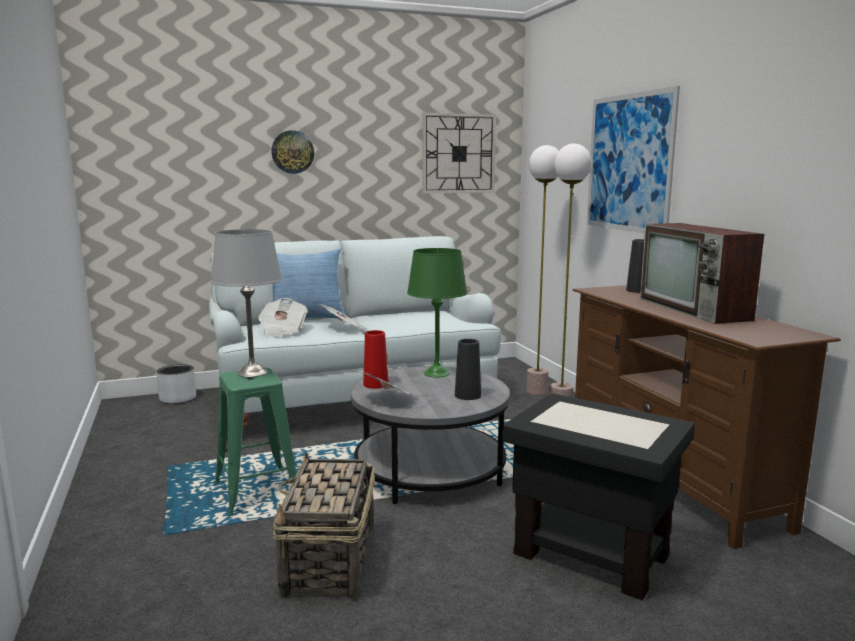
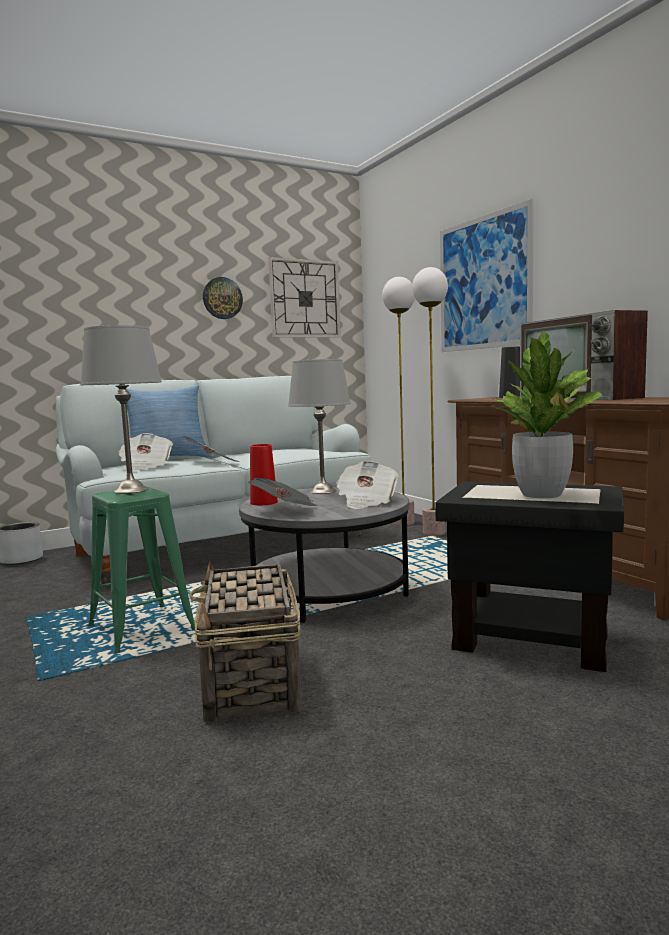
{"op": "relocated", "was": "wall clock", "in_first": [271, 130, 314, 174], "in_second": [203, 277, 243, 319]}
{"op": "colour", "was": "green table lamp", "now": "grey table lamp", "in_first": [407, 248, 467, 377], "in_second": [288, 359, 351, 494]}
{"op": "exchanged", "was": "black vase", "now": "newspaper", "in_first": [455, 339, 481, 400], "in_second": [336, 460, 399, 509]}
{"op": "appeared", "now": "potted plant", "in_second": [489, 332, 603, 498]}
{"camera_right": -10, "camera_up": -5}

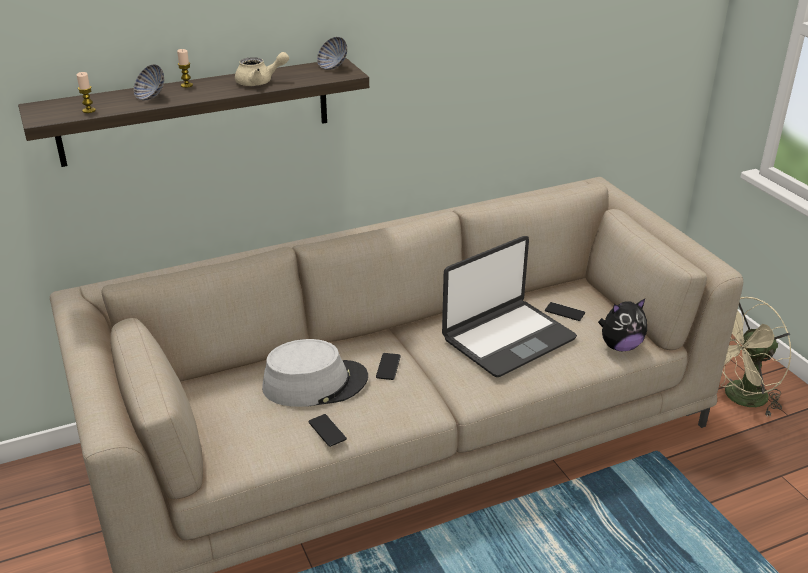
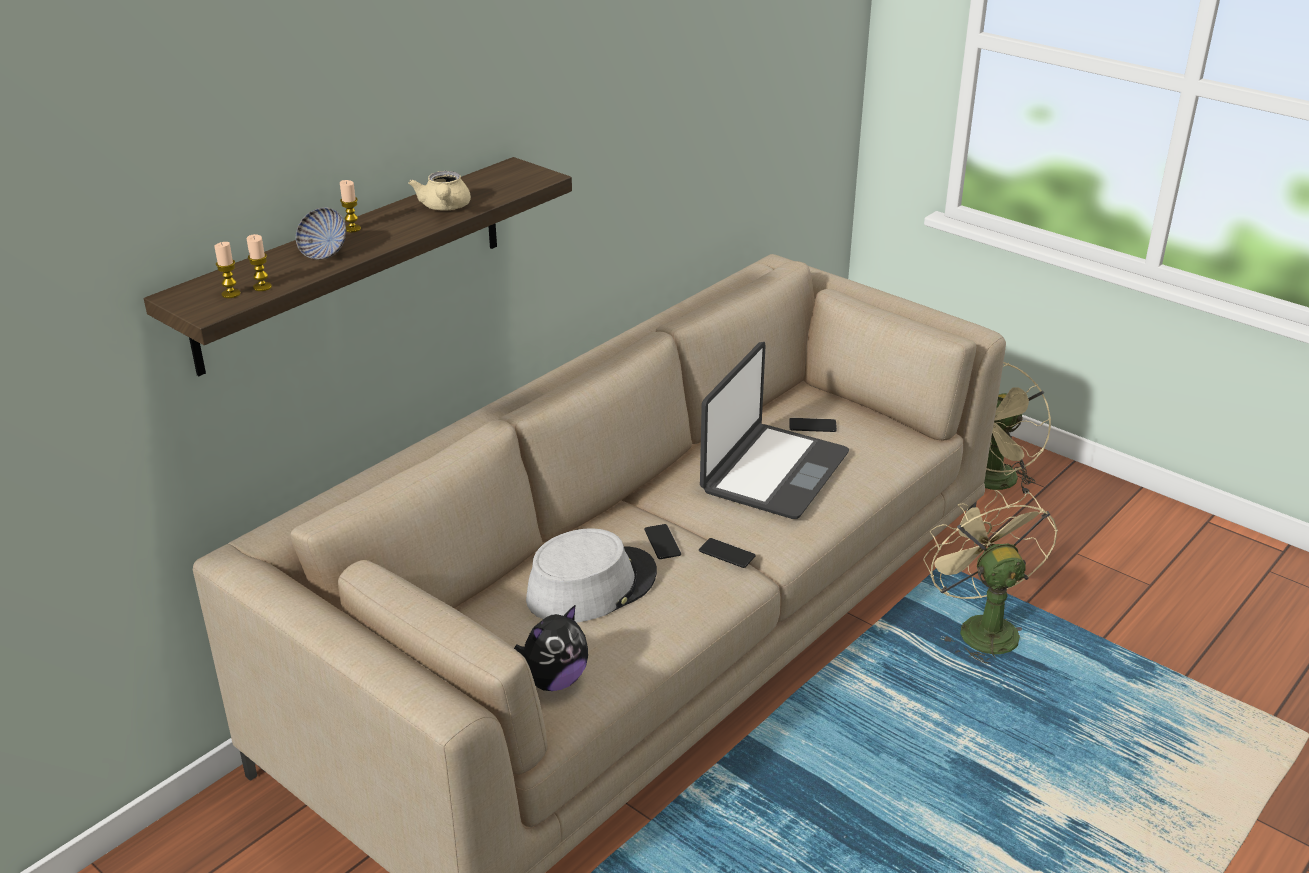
{"op": "appeared", "now": "candle", "in_second": [214, 242, 240, 298]}
{"op": "spun", "was": "beige teapot", "in_first": [235, 52, 289, 86], "in_second": [409, 171, 471, 211], "clockwise": 120}
{"op": "relocated", "was": "plush toy", "in_first": [598, 299, 647, 351], "in_second": [514, 604, 588, 691]}
{"op": "relocated", "was": "phone", "in_first": [308, 414, 347, 447], "in_second": [699, 538, 756, 568]}
{"op": "appeared", "now": "beige fan", "in_second": [923, 490, 1058, 667]}
{"op": "missing", "was": "bowl", "in_first": [317, 37, 347, 70]}
{"camera_right": -25, "camera_up": 0}

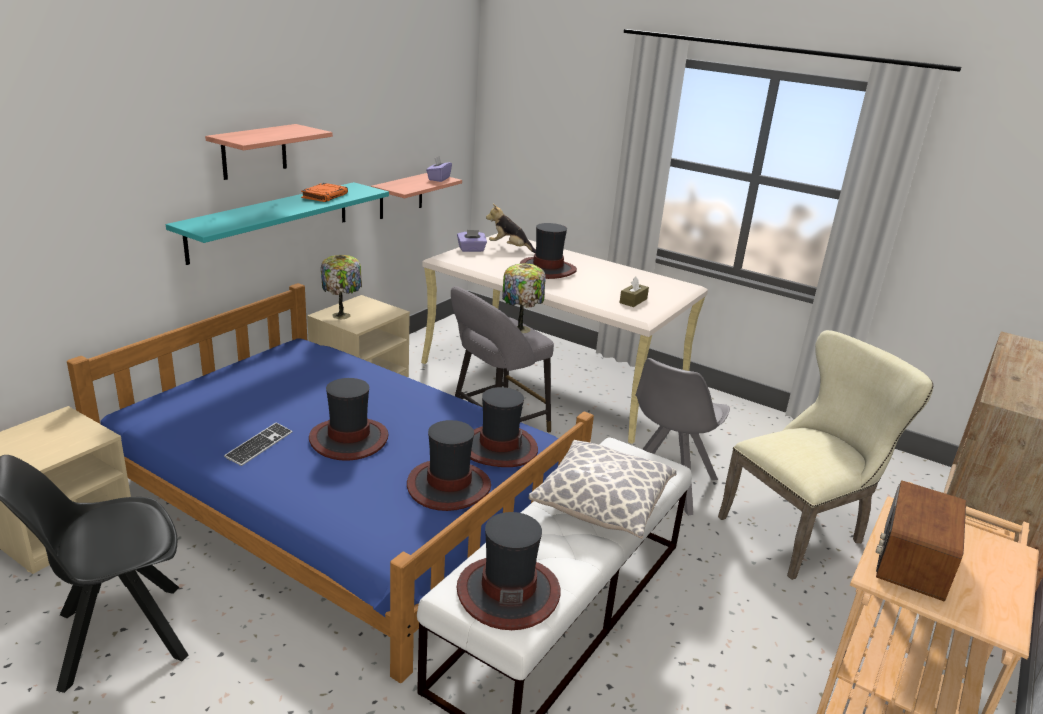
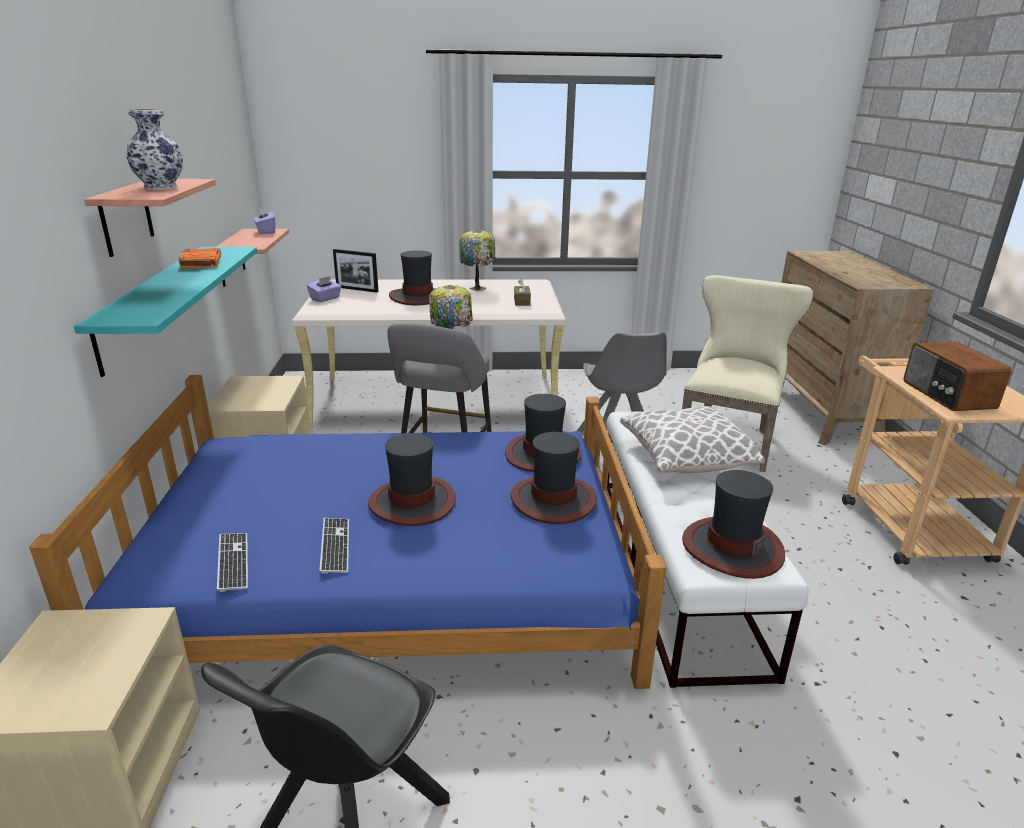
{"op": "appeared", "now": "vase", "in_second": [126, 109, 183, 190]}
{"op": "appeared", "now": "keyboard", "in_second": [217, 533, 248, 592]}
{"op": "exchanged", "was": "plush toy", "now": "picture frame", "in_first": [486, 204, 536, 253], "in_second": [333, 249, 378, 293]}
{"op": "relocated", "was": "table lamp", "in_first": [321, 255, 362, 319], "in_second": [459, 230, 495, 291]}
{"camera_right": -35, "camera_up": 0}

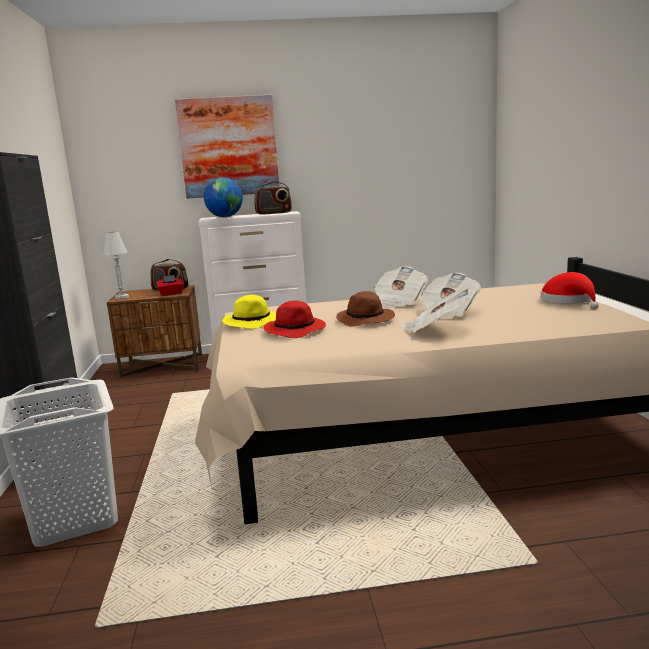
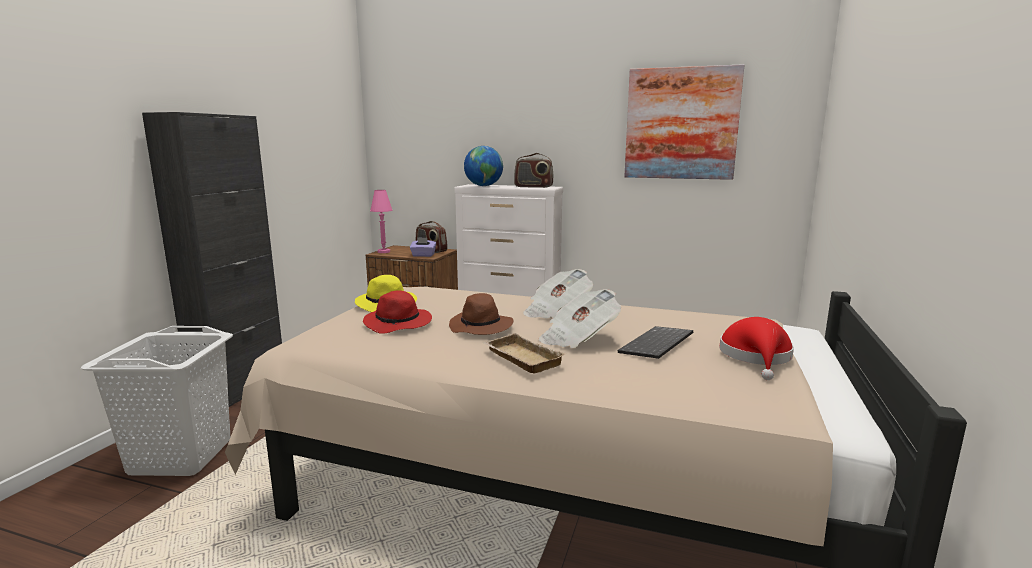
{"op": "colour", "was": "white table lamp", "now": "pink table lamp", "in_first": [103, 232, 129, 299], "in_second": [370, 190, 393, 253]}
{"op": "colour", "was": "red tissue box", "now": "purple tissue box", "in_first": [156, 275, 184, 296], "in_second": [410, 237, 436, 257]}
{"op": "exchanged", "was": "newspaper", "now": "beige tray", "in_first": [401, 289, 472, 333], "in_second": [483, 333, 566, 374]}
{"op": "appeared", "now": "keyboard", "in_second": [618, 326, 693, 359]}
{"op": "relocated", "was": "picture", "in_first": [175, 94, 279, 198], "in_second": [624, 64, 744, 180]}
{"camera_right": 25, "camera_up": 0}

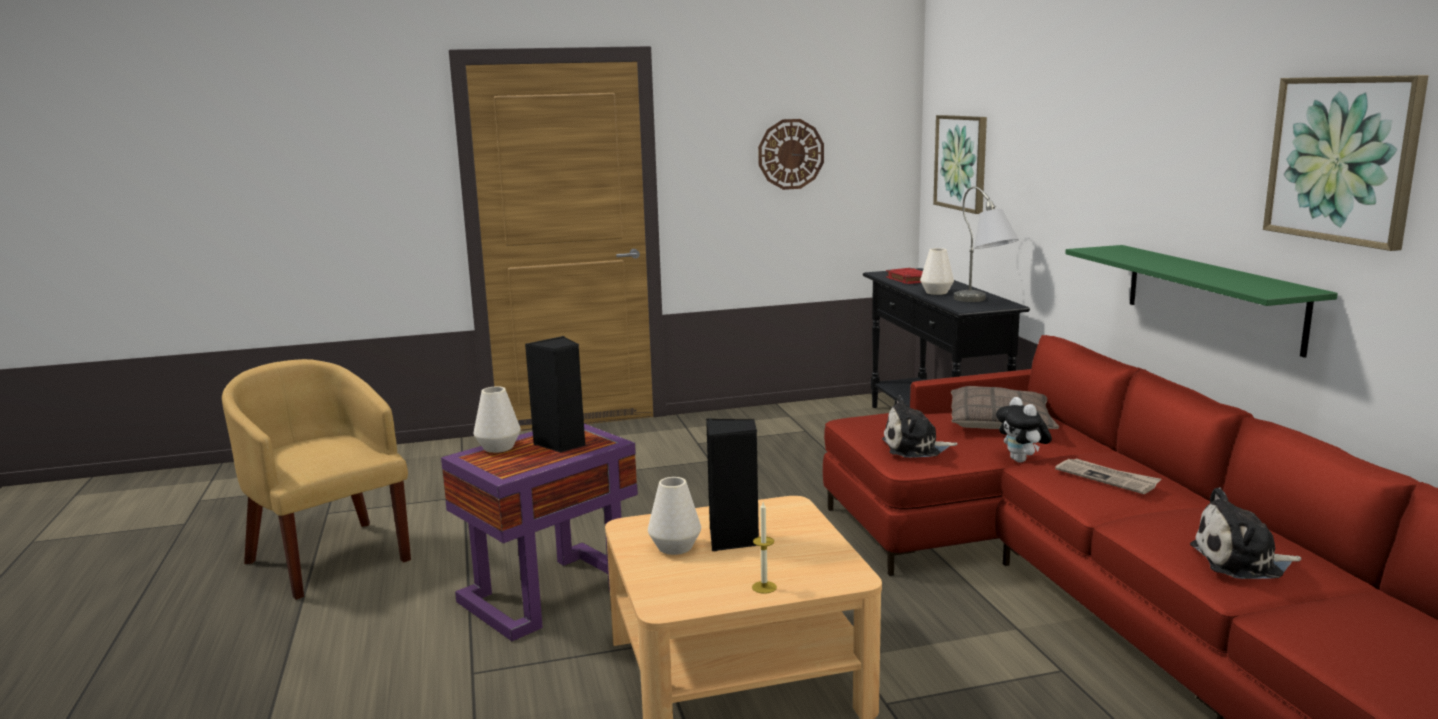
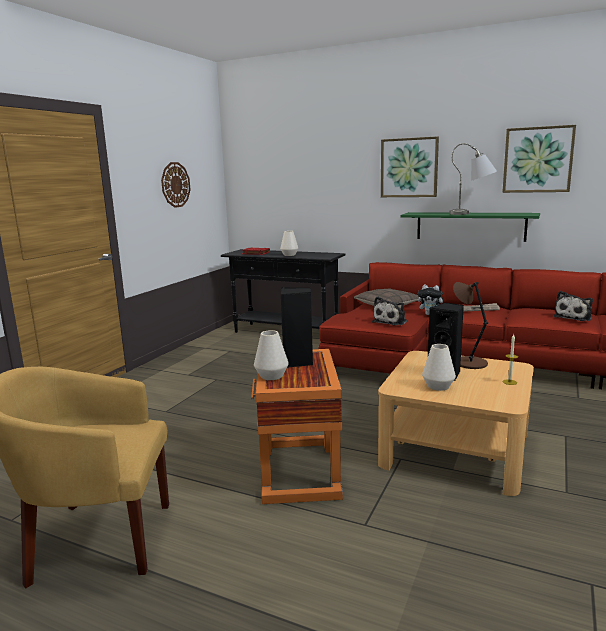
{"op": "colour", "was": "purple side table", "now": "orange side table", "in_first": [441, 423, 638, 641], "in_second": [251, 349, 343, 504]}
{"op": "relocated", "was": "picture", "in_first": [933, 115, 987, 214], "in_second": [381, 136, 439, 197]}
{"op": "relocated", "was": "grey table lamp", "in_first": [954, 186, 1019, 302], "in_second": [449, 143, 497, 215]}
{"op": "appeared", "now": "brown table lamp", "in_second": [453, 282, 488, 369]}
{"camera_right": -50, "camera_up": 0}

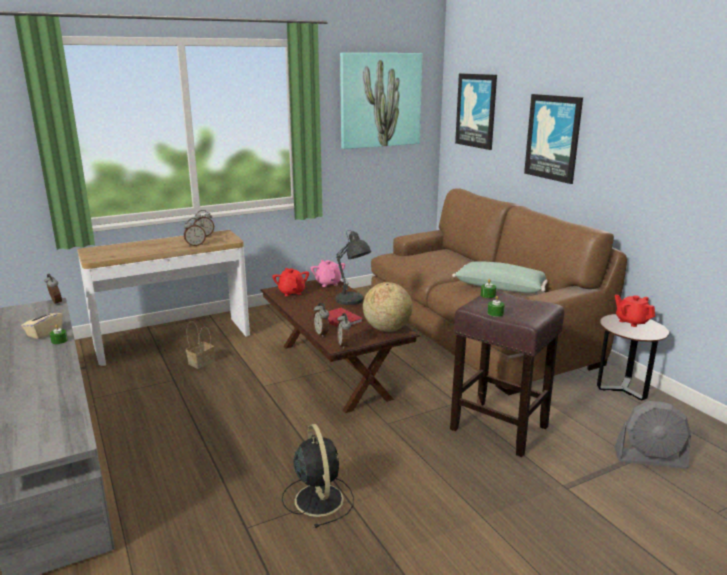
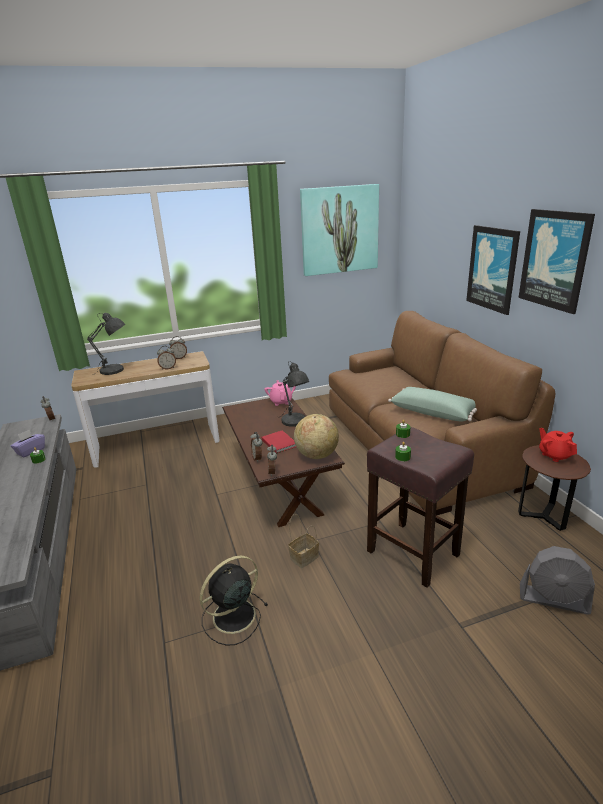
{"op": "colour", "was": "beige tissue box", "now": "purple tissue box", "in_first": [21, 306, 63, 339], "in_second": [10, 429, 45, 458]}
{"op": "appeared", "now": "grey table lamp", "in_second": [87, 313, 125, 375]}
{"op": "spun", "was": "black fan", "in_first": [282, 424, 354, 528], "in_second": [200, 555, 268, 646], "clockwise": -120}
{"op": "relocated", "was": "basket", "in_first": [186, 321, 215, 369], "in_second": [288, 514, 319, 568]}
{"op": "relocated", "was": "picture", "in_first": [455, 74, 497, 150], "in_second": [519, 209, 595, 314]}
{"op": "missing", "was": "red teapot", "in_first": [272, 268, 309, 296]}
{"camera_right": 10, "camera_up": 5}

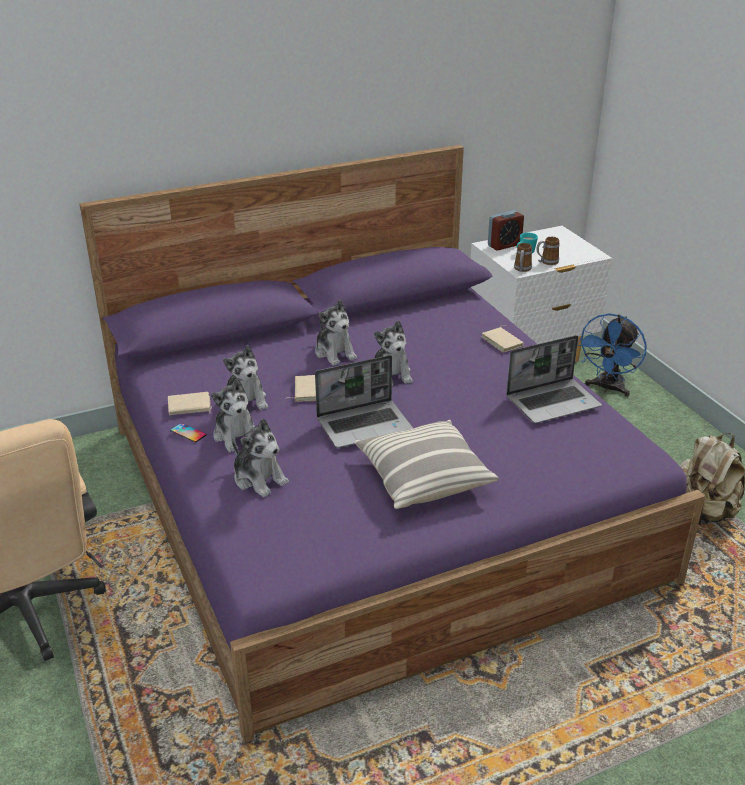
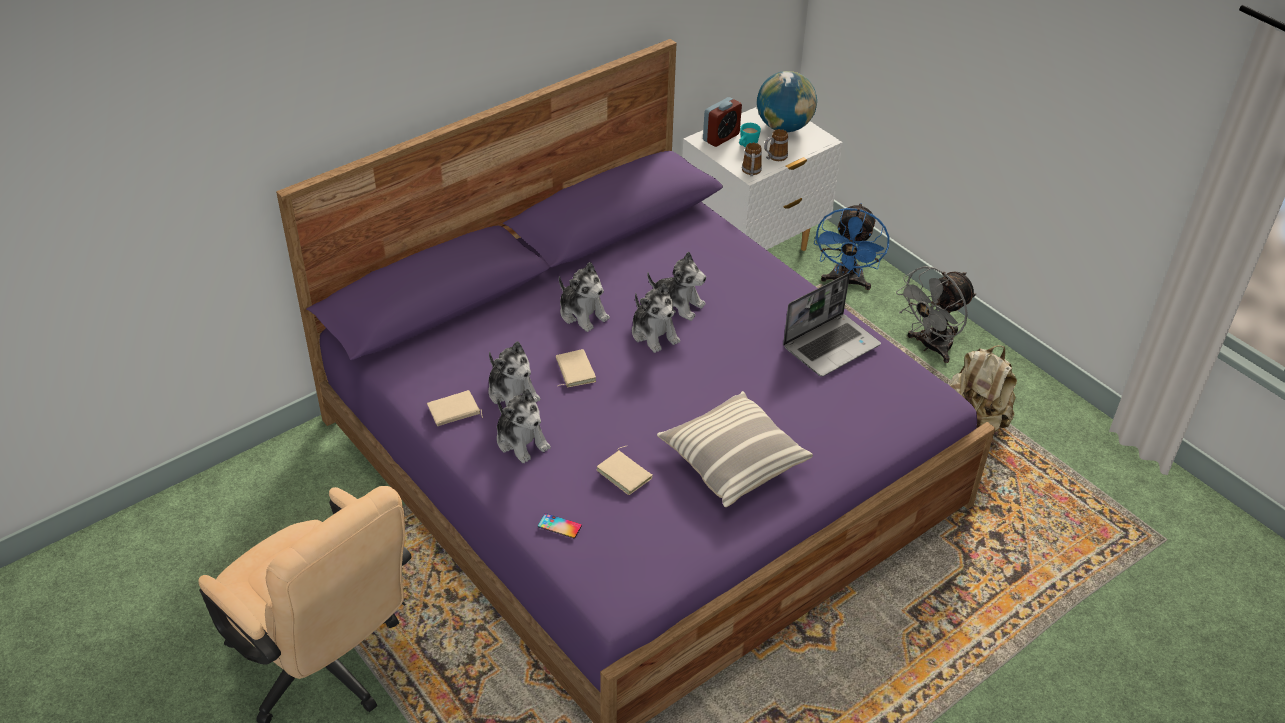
{"op": "relocated", "was": "phone", "in_first": [170, 423, 207, 442], "in_second": [538, 513, 582, 538]}
{"op": "relocated", "was": "beige book", "in_first": [481, 325, 524, 353], "in_second": [596, 446, 653, 495]}
{"op": "relocated", "was": "plush toy", "in_first": [232, 418, 289, 497], "in_second": [647, 251, 706, 321]}
{"op": "appeared", "now": "globe", "in_second": [757, 71, 817, 132]}
{"op": "appeared", "now": "grey fan", "in_second": [896, 266, 977, 363]}
{"op": "missing", "was": "laptop", "in_first": [315, 355, 413, 448]}
{"camera_right": -15, "camera_up": 10}

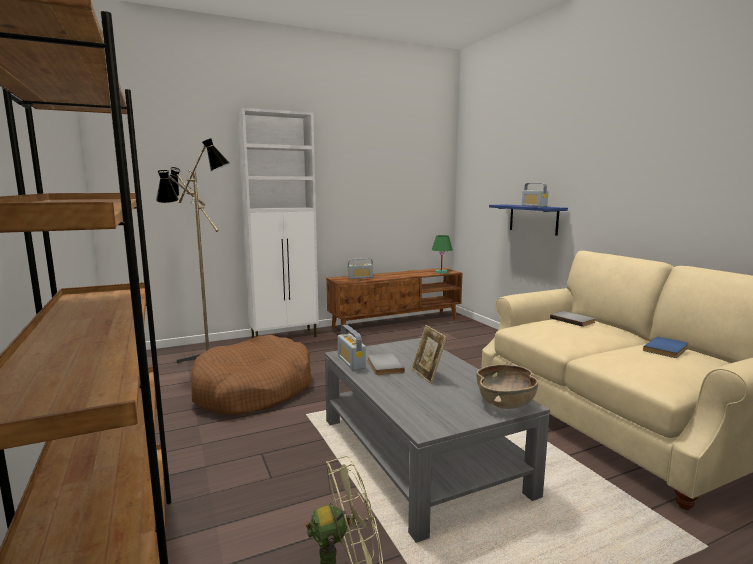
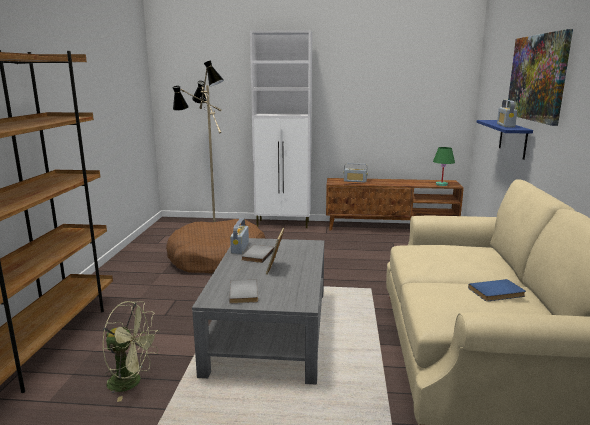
{"op": "relocated", "was": "grey book", "in_first": [550, 311, 596, 327], "in_second": [229, 280, 258, 303]}
{"op": "appeared", "now": "picture", "in_second": [507, 29, 573, 126]}
{"op": "missing", "was": "brown bowl", "in_first": [476, 364, 538, 409]}
{"camera_right": 30, "camera_up": 5}

